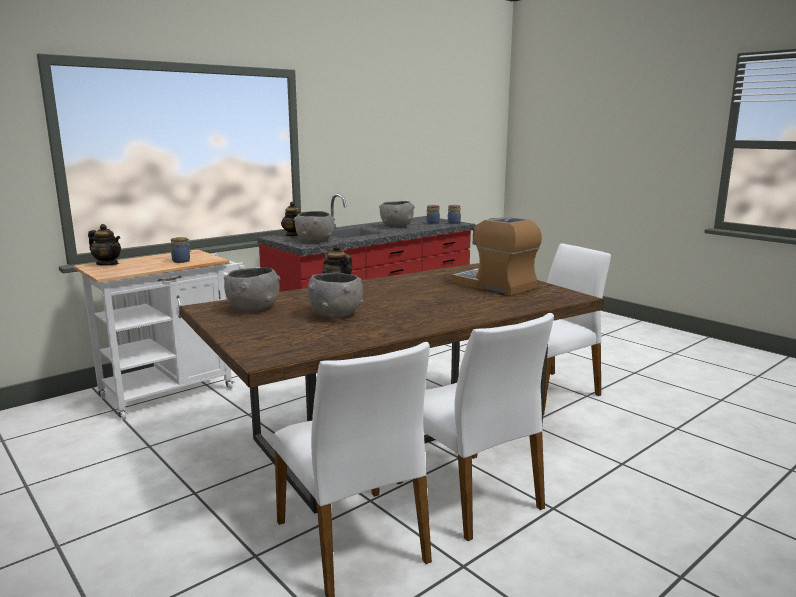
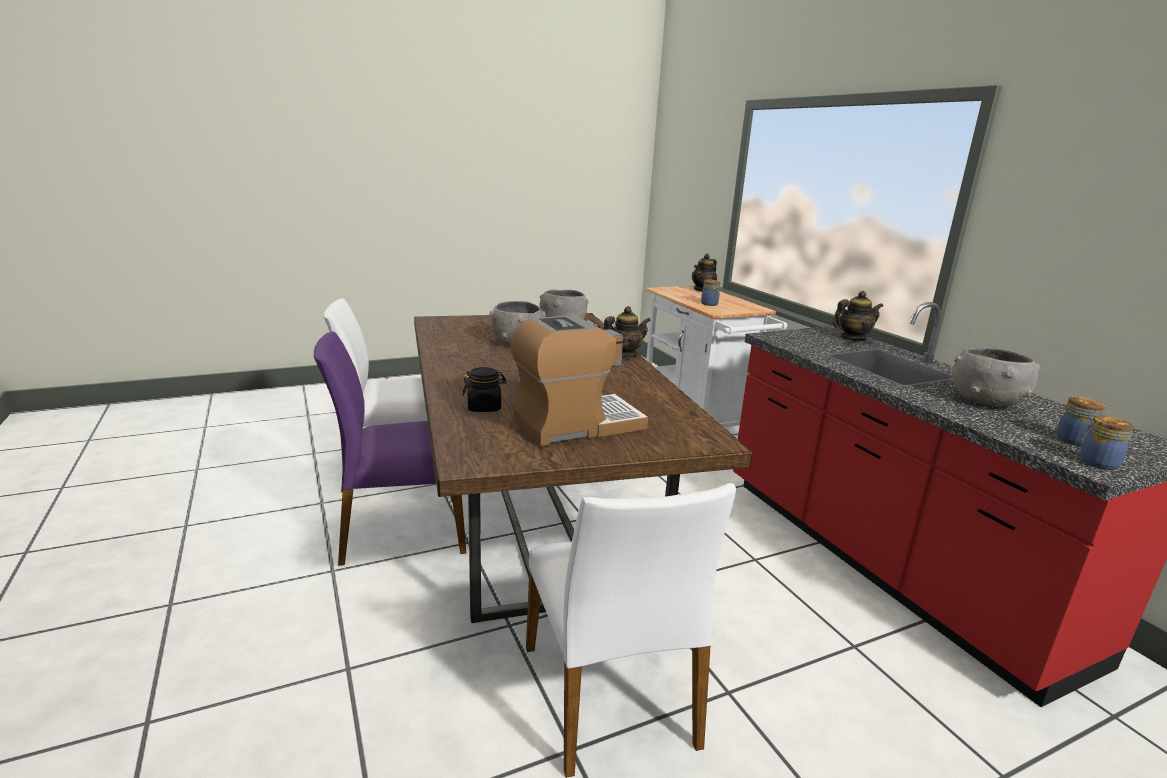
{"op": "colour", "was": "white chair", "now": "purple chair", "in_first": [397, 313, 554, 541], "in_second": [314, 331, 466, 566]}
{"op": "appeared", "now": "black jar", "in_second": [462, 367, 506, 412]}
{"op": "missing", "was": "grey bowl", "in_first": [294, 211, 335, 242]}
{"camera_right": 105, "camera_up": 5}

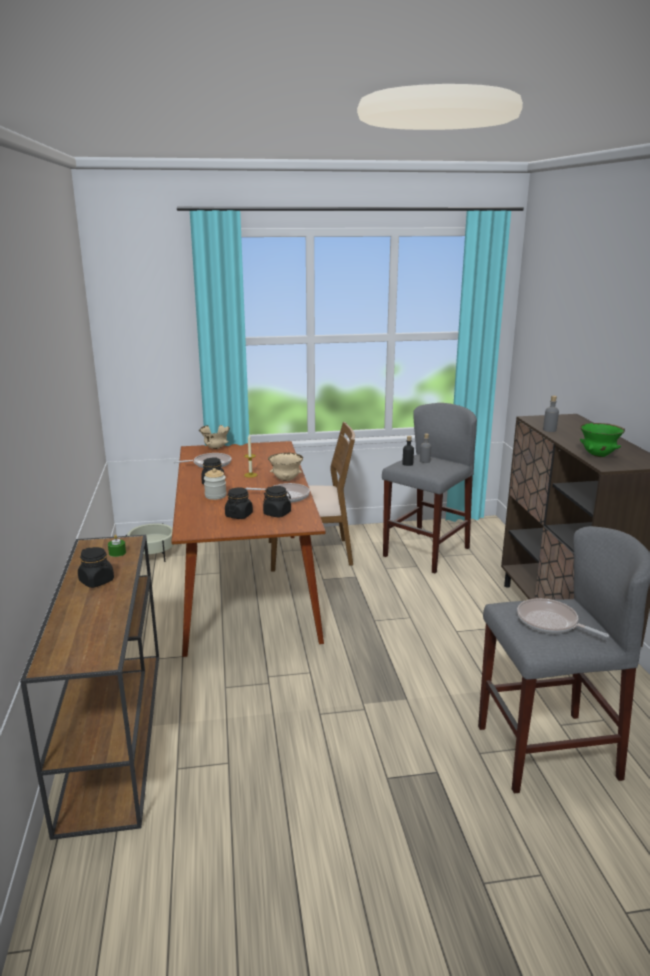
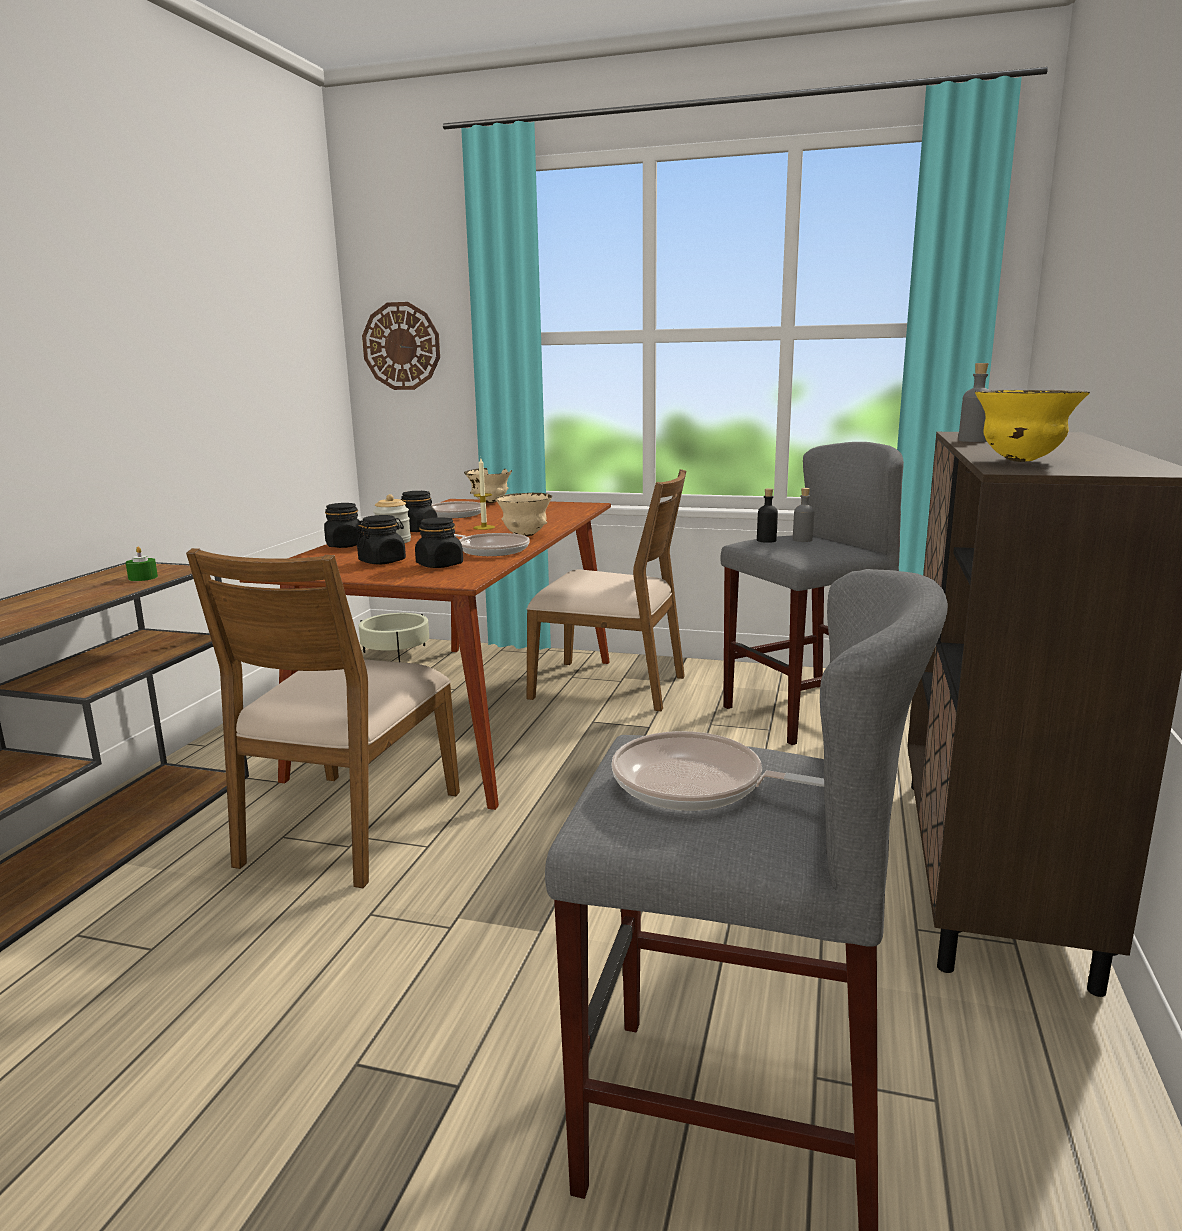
{"op": "appeared", "now": "brown chair", "in_second": [186, 548, 460, 888]}
{"op": "relocated", "was": "black jar", "in_first": [78, 547, 114, 588], "in_second": [324, 503, 362, 548]}
{"op": "appeared", "now": "wall clock", "in_second": [362, 302, 440, 390]}
{"op": "spun", "was": "frying pan", "in_first": [517, 598, 609, 638], "in_second": [612, 731, 824, 811], "clockwise": -45}
{"op": "colour", "was": "green bowl", "now": "yellow bowl", "in_first": [580, 423, 625, 457], "in_second": [975, 390, 1090, 462]}
{"camera_right": 25, "camera_up": -5}

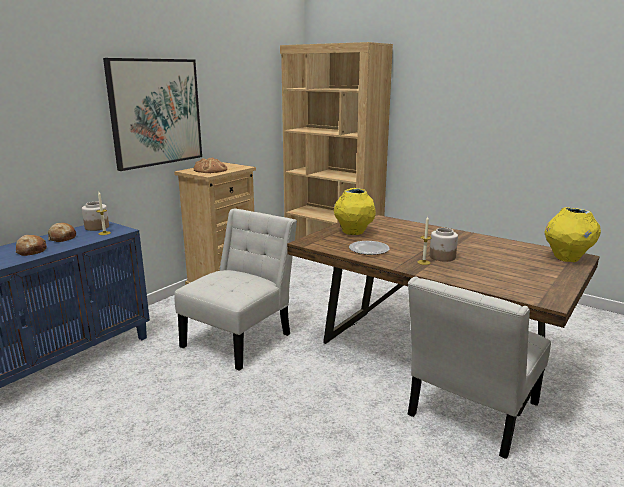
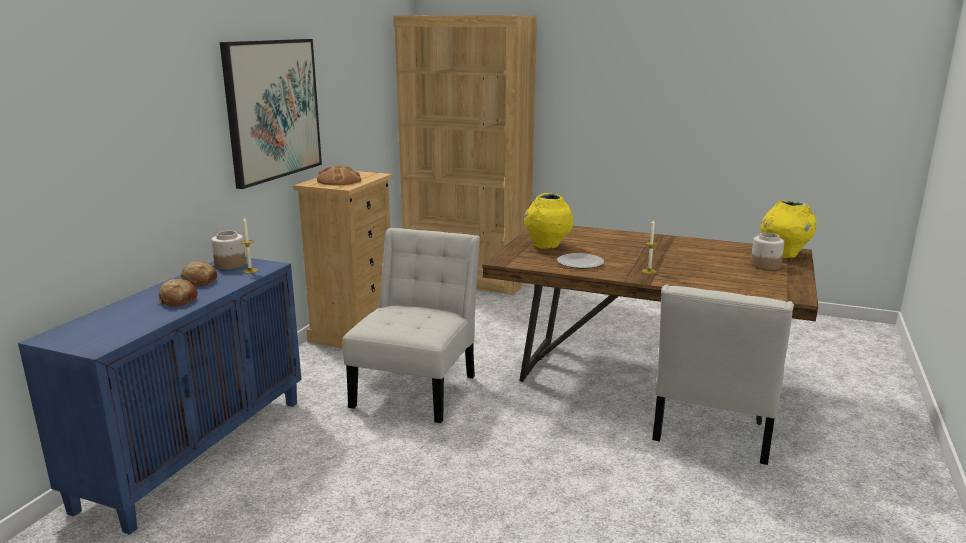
{"op": "relocated", "was": "jar", "in_first": [429, 228, 458, 262], "in_second": [751, 233, 785, 270]}
{"camera_right": -15, "camera_up": 0}

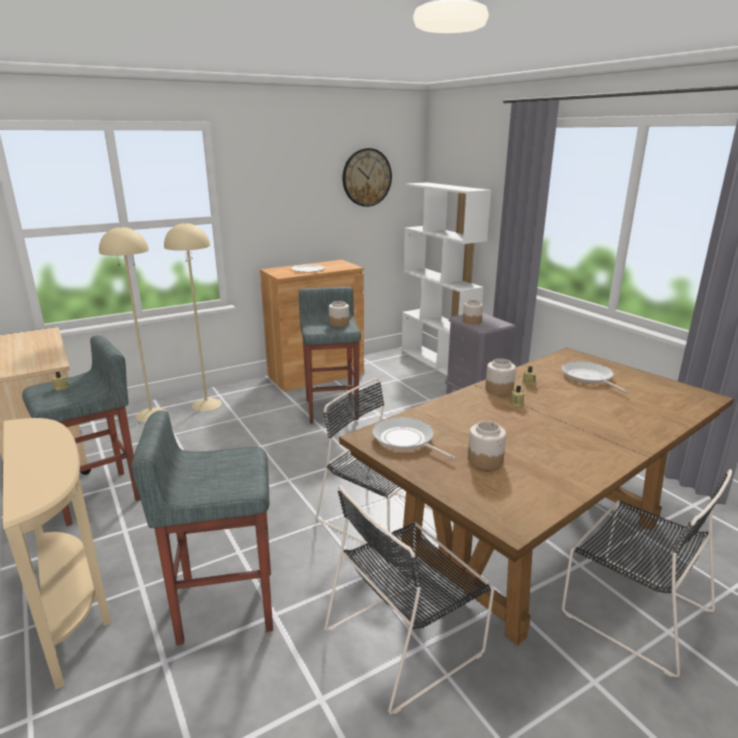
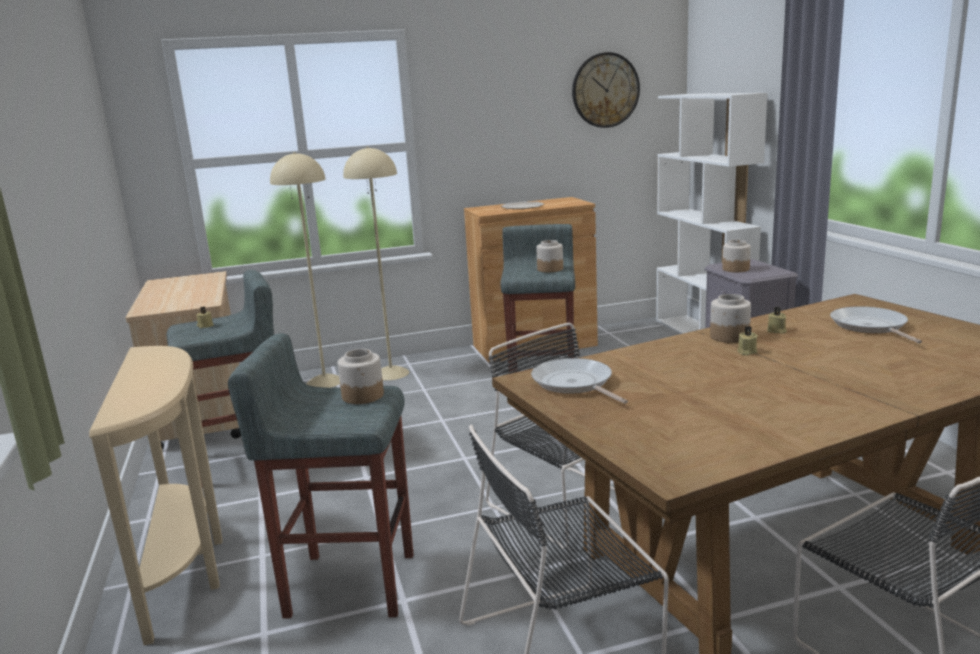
{"op": "relocated", "was": "jar", "in_first": [468, 421, 506, 470], "in_second": [338, 349, 384, 404]}
{"camera_right": 15, "camera_up": -5}

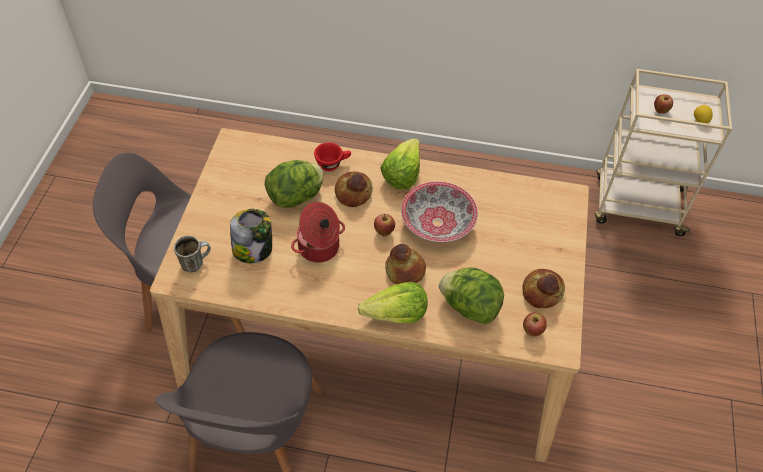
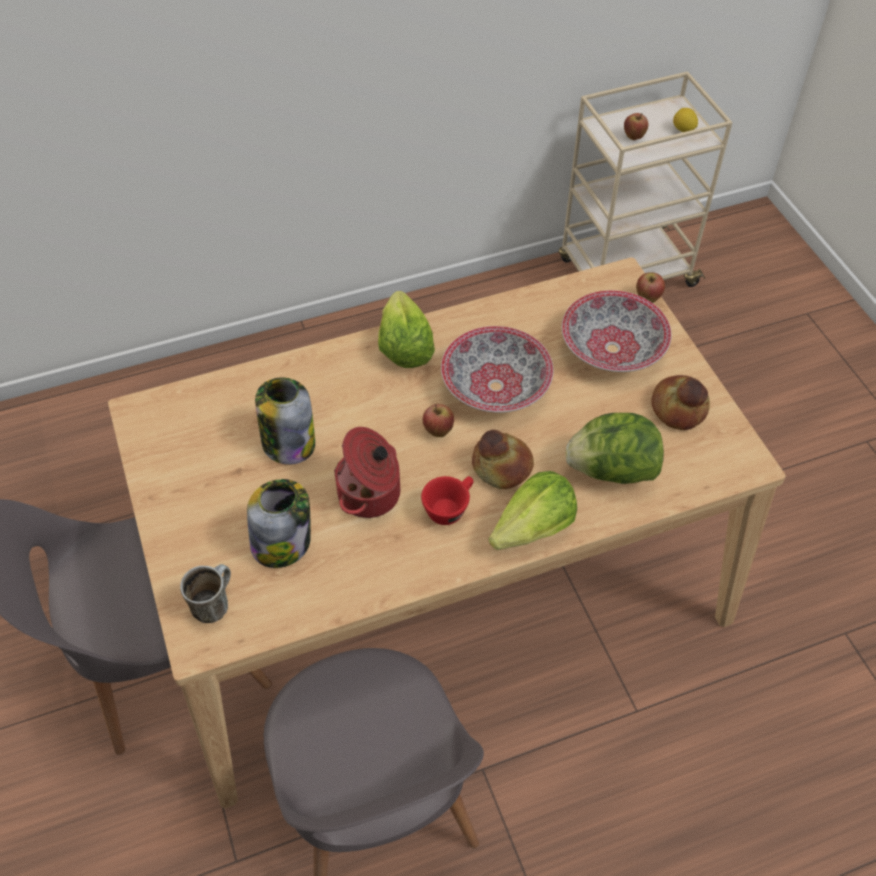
{"op": "exchanged", "was": "lettuce", "now": "jar", "in_first": [265, 160, 324, 208], "in_second": [255, 378, 315, 465]}
{"op": "relocated", "was": "red cup", "in_first": [314, 142, 351, 171], "in_second": [421, 476, 473, 525]}
{"op": "appeared", "now": "bowl", "in_second": [562, 290, 671, 372]}
{"op": "relocated", "was": "apple", "in_first": [523, 313, 547, 337], "in_second": [636, 272, 665, 303]}
{"op": "missing", "was": "bread", "in_first": [335, 172, 373, 207]}
{"camera_right": -30, "camera_up": 0}

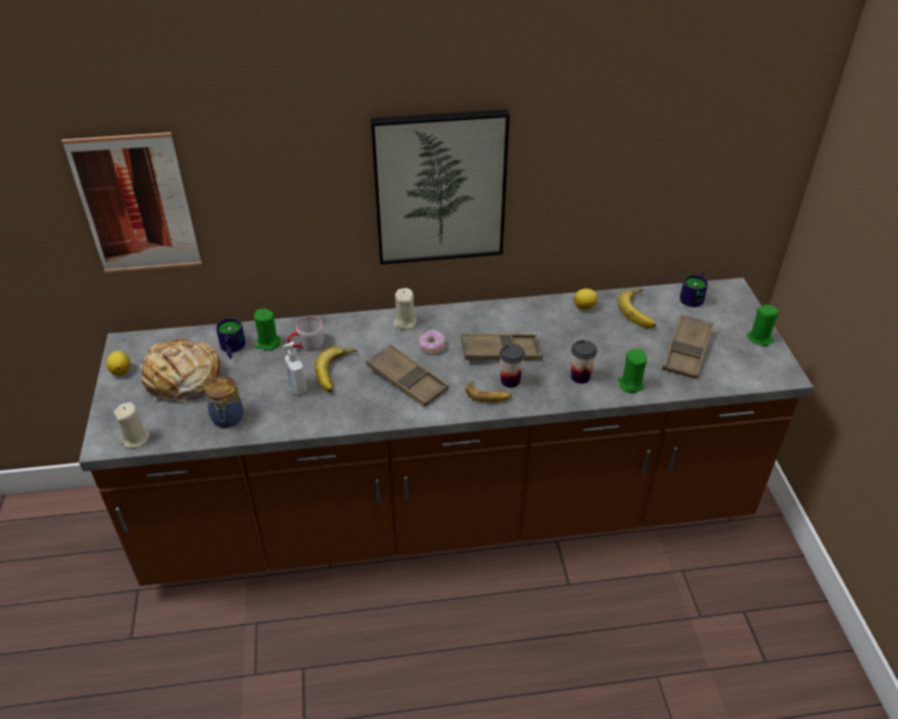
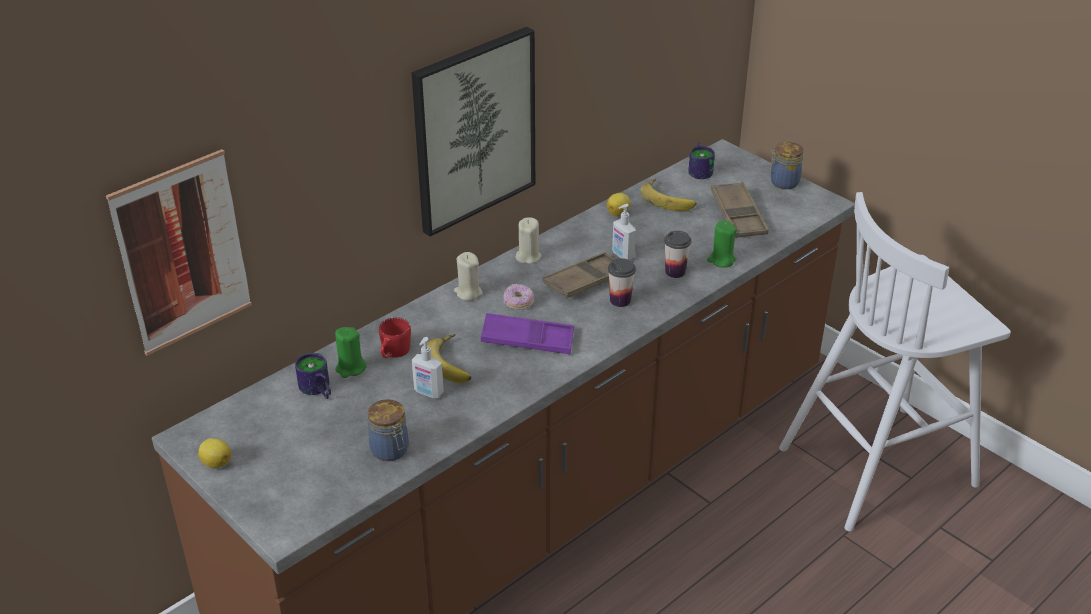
{"op": "colour", "was": "grey mug", "now": "red mug", "in_first": [287, 316, 323, 350], "in_second": [379, 317, 411, 358]}
{"op": "colour", "was": "brown tray", "now": "purple tray", "in_first": [366, 344, 449, 407], "in_second": [481, 313, 574, 354]}
{"op": "relocated", "was": "beige candle", "in_first": [114, 402, 150, 448], "in_second": [516, 217, 541, 264]}
{"op": "appeared", "now": "soap dispenser", "in_second": [612, 204, 636, 260]}
{"op": "exchanged", "was": "green candle", "now": "jar", "in_first": [747, 304, 779, 346], "in_second": [768, 142, 804, 189]}
{"op": "appeared", "now": "white stool", "in_second": [779, 192, 1011, 532]}
{"op": "missing", "was": "bread", "in_first": [139, 339, 220, 402]}
{"op": "missing", "was": "banana", "in_first": [465, 381, 512, 402]}
{"camera_right": -35, "camera_up": -5}

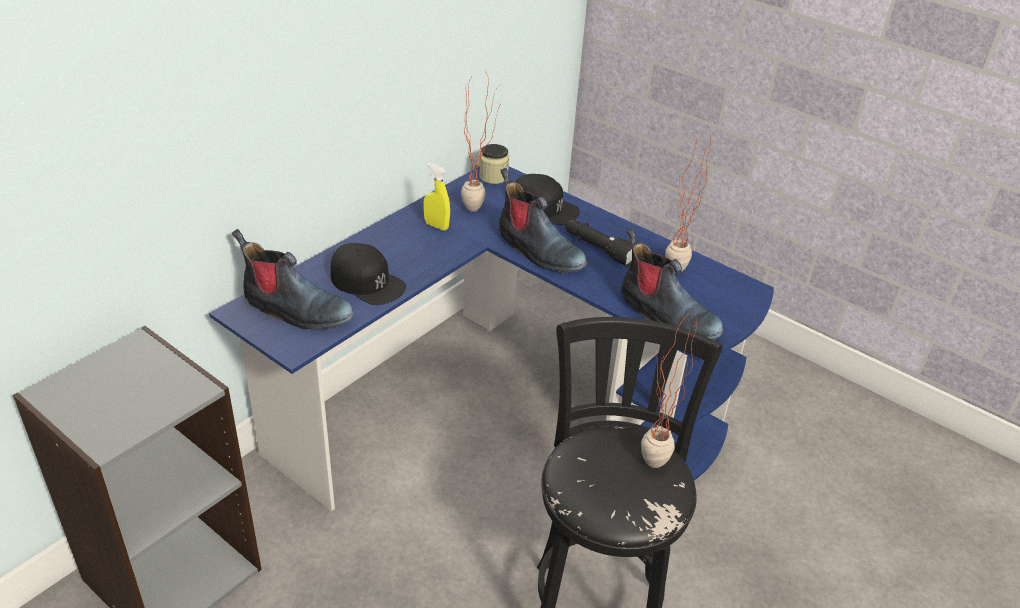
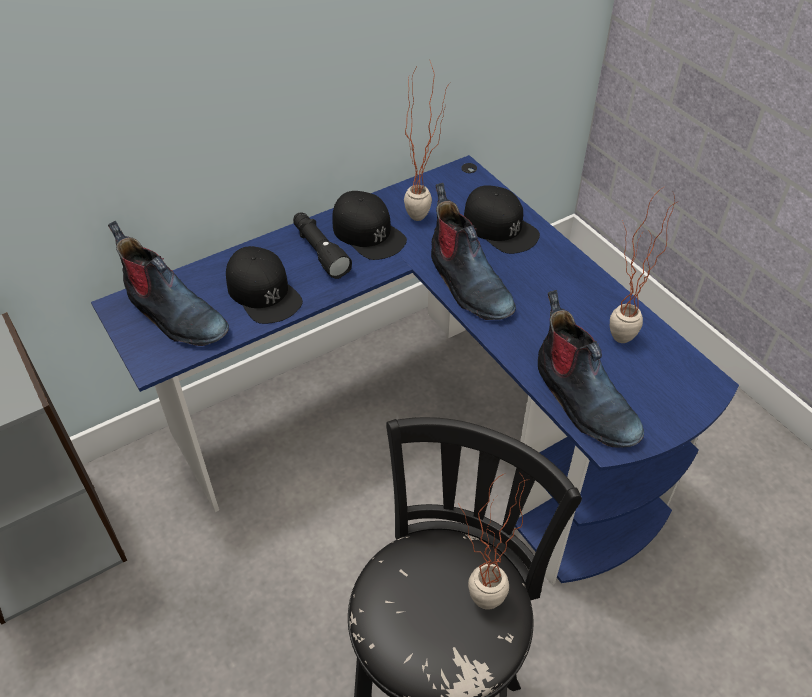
{"op": "relocated", "was": "black flashlight", "in_first": [565, 219, 632, 267], "in_second": [293, 212, 352, 279]}
{"op": "exchanged", "was": "yellow spray bottle", "now": "black cap", "in_first": [423, 163, 450, 231], "in_second": [332, 191, 407, 260]}
{"op": "missing", "was": "jar", "in_first": [479, 144, 509, 184]}
{"camera_right": 20, "camera_up": 10}

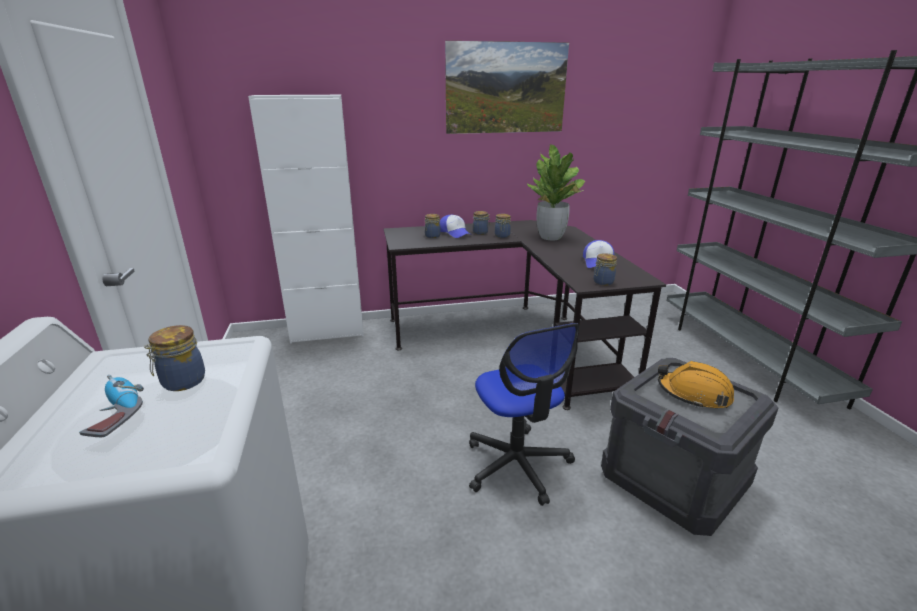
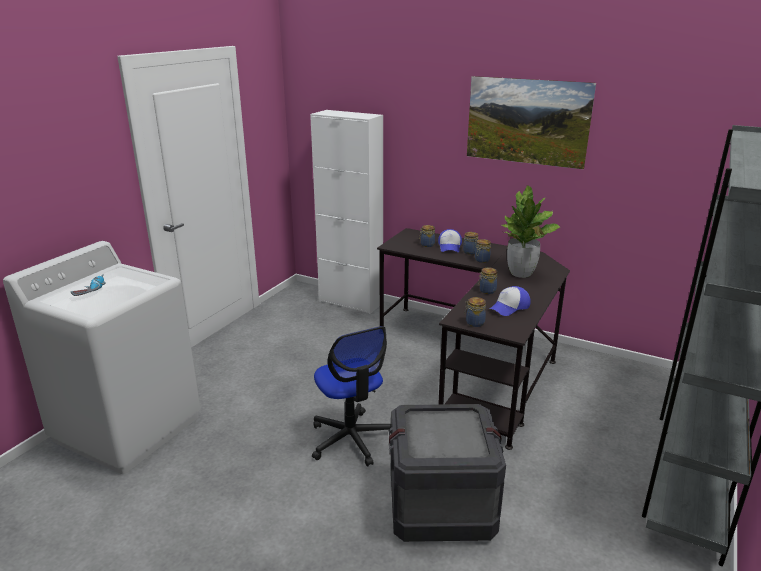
{"op": "spun", "was": "office chair", "in_first": [469, 323, 580, 506], "in_second": [312, 326, 391, 467], "clockwise": -45}
{"op": "relocated", "was": "jar", "in_first": [144, 325, 205, 391], "in_second": [478, 268, 497, 294]}
{"op": "missing", "was": "orange hard hat", "in_first": [658, 361, 734, 408]}
{"camera_right": 40, "camera_up": 0}

